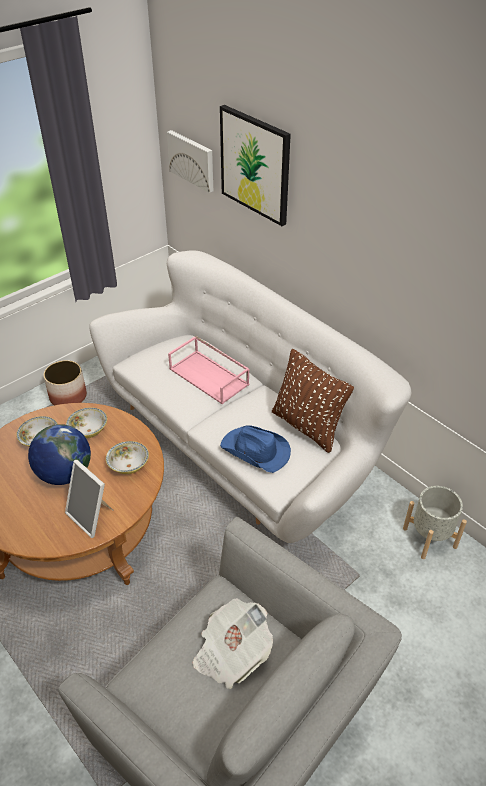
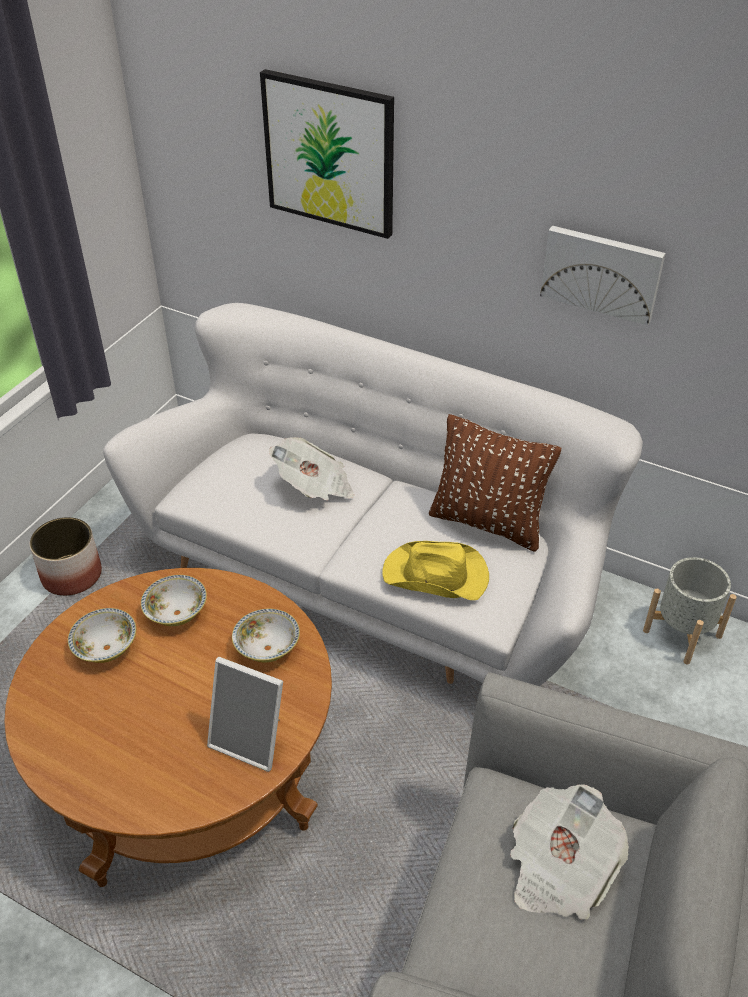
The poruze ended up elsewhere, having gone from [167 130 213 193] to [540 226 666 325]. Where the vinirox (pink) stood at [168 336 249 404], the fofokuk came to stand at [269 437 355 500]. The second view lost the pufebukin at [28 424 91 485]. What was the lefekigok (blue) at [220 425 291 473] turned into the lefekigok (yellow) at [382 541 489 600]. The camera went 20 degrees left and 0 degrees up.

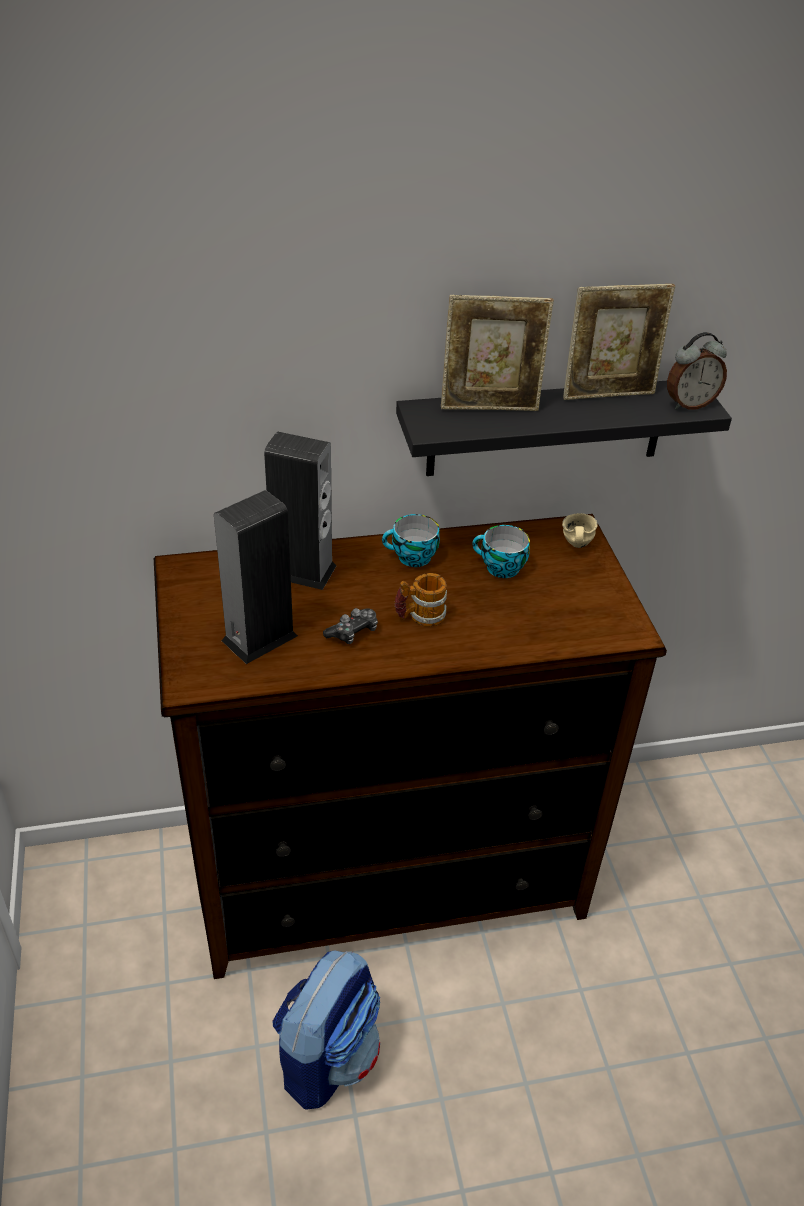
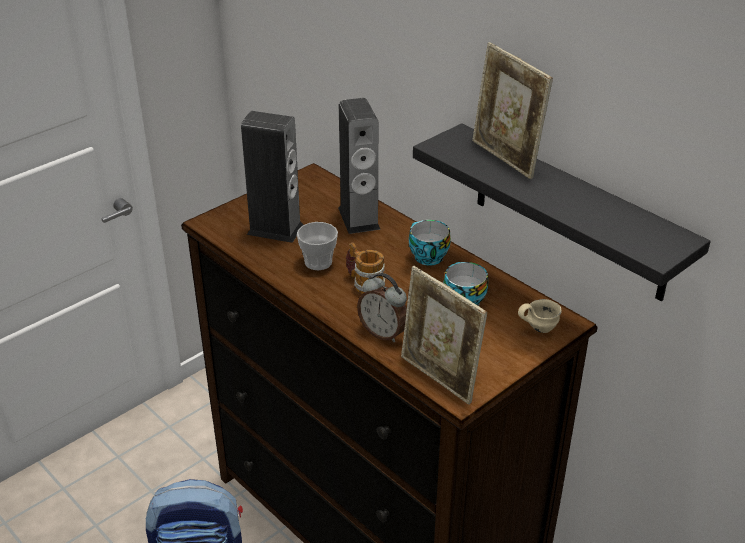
The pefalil ended up elsewhere, having gone from [563 284 675 400] to [401 266 487 405]. The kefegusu ended up elsewhere, having gone from [667 332 727 410] to [357 273 407 342]. Where the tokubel stood at [323 608 378 644], the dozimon came to stand at [297 222 338 270]. The camera went 60 degrees right and 5 degrees down.

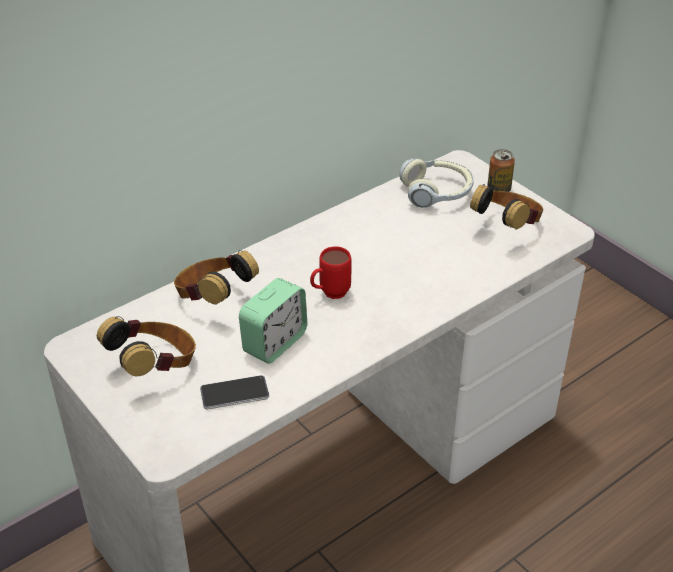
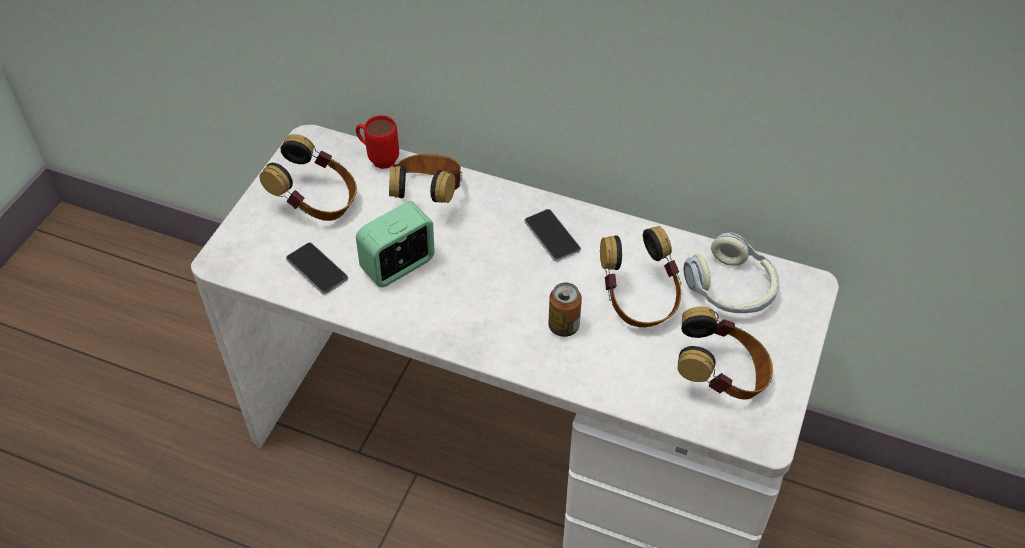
The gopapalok ended up elsewhere, having gone from [487 149 515 192] to [548 282 582 337]. The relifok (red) ended up elsewhere, having gone from [310 246 351 299] to [356 115 399 169]. The kefegusu at [239 278 307 364] ended up facing another way, 135 degrees clockwise from before. The second view gained the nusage at [524 209 581 262]. The second view gained the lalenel at [600 226 681 327]. The camera went 60 degrees right and 10 degrees up.

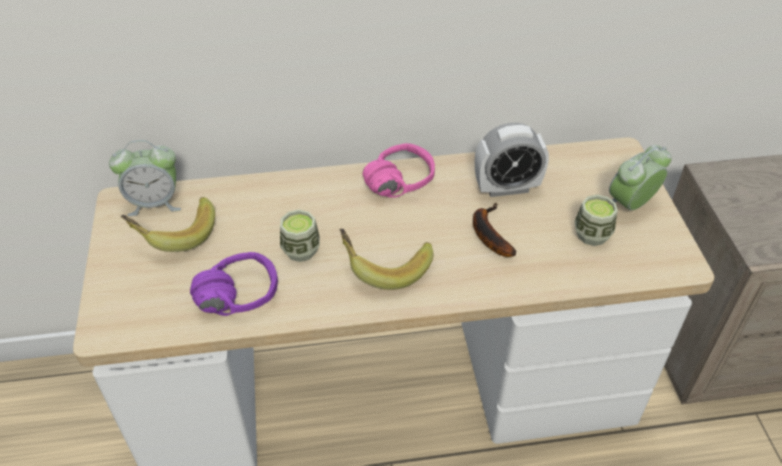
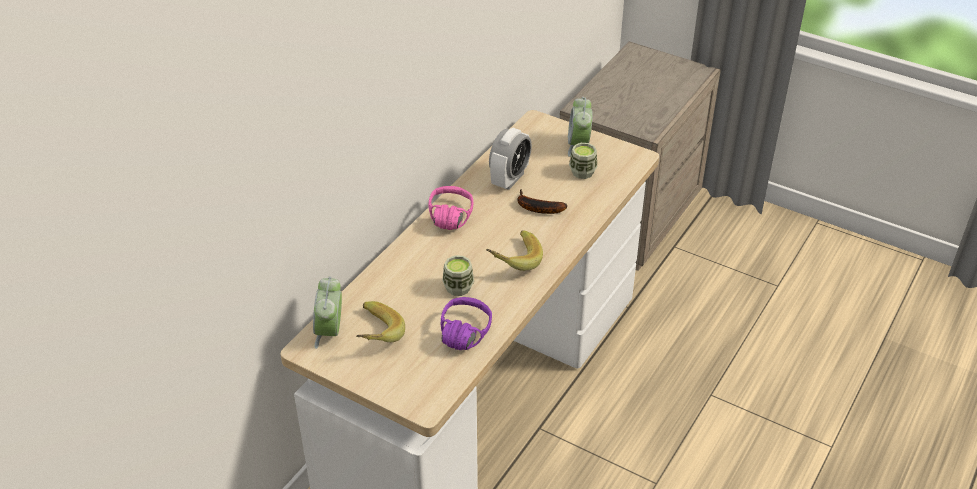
The kefegusu at [109 140 181 216] ended up facing another way, 150 degrees clockwise from before. The camera went 50 degrees left and 5 degrees down.

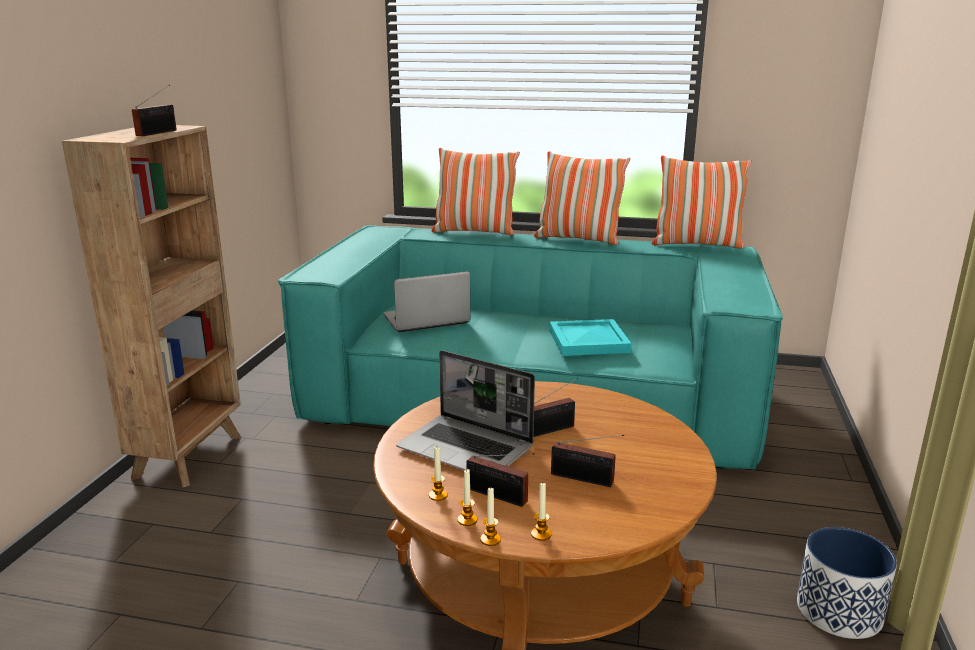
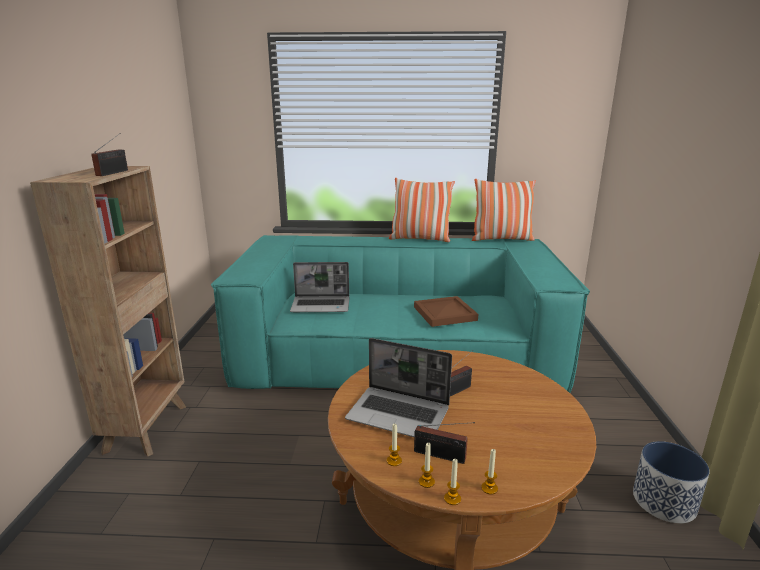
The second view lost the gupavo at [431 148 520 235]. The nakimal at [383 271 470 332] ended up facing another way, 150 degrees counterclockwise from before. What was the vinirox (turquoise) at [549 319 632 356] turned into the vinirox (brown) at [414 296 478 327]. The second view lost the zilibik at [551 435 624 487]. The camera went 10 degrees left and 0 degrees up.

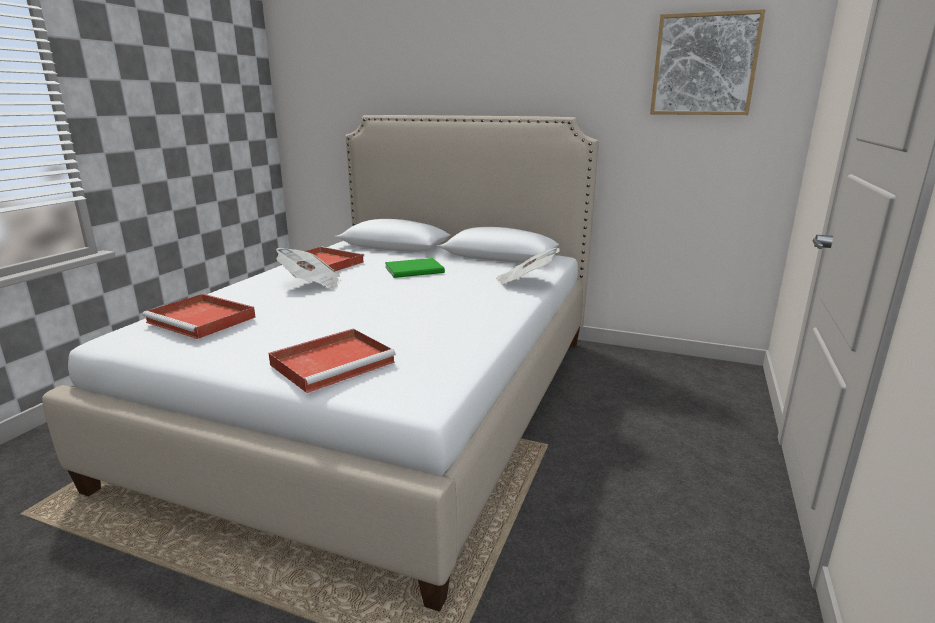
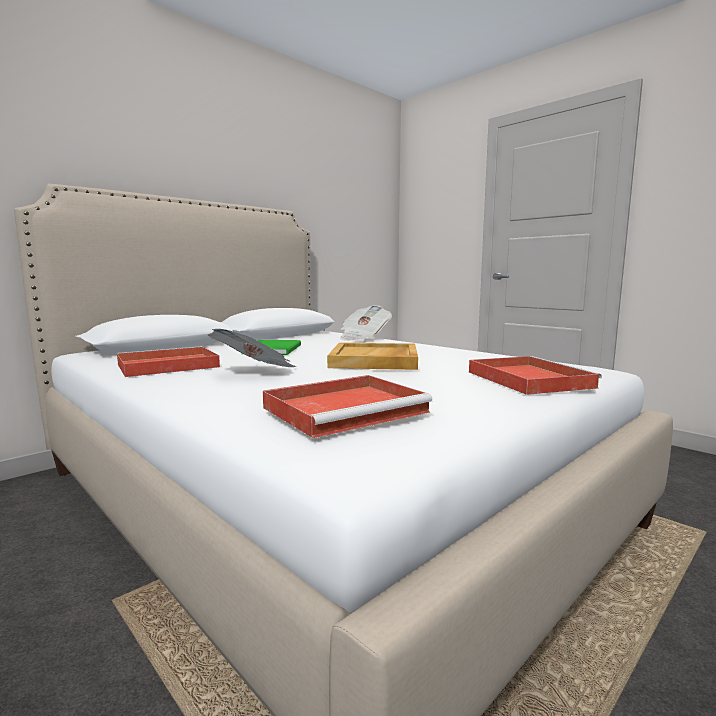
The second view lost the poruze at [650 9 765 115]. The second view gained the vinirox (beige) at [327 343 418 370]. The camera went 65 degrees left and 10 degrees down.

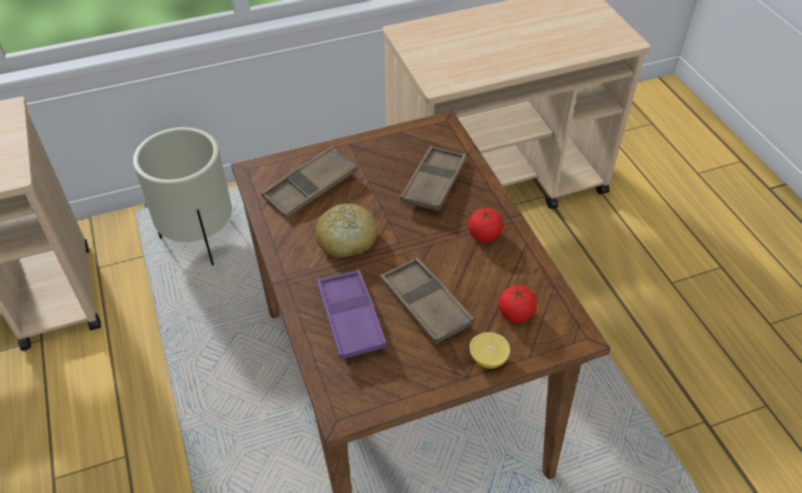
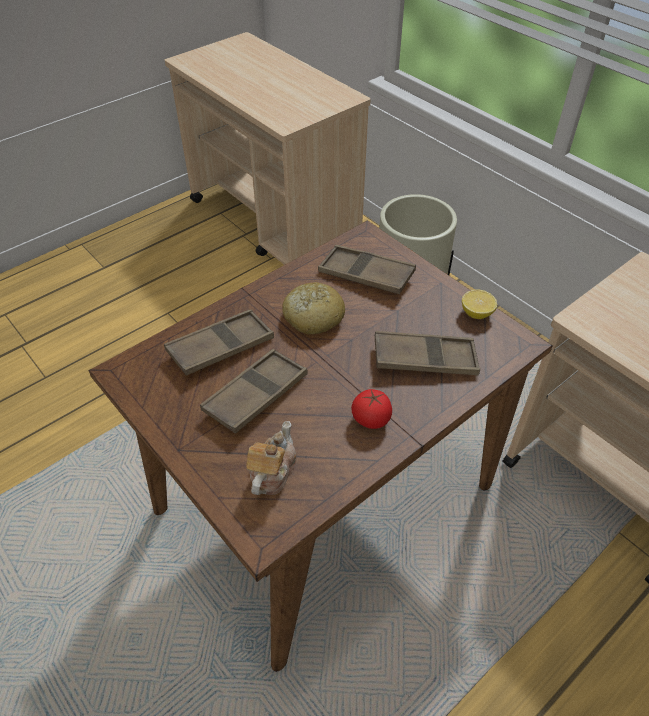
What was the vinirox (purple) at [317 269 387 360] turned into the vinirox (brown) at [164 309 274 376]. Where the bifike stood at [498 285 537 323], the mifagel came to stand at [246 421 296 495]. The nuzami ended up elsewhere, having gone from [470 332 510 369] to [462 290 497 319]. The camera went 70 degrees right and 0 degrees up.

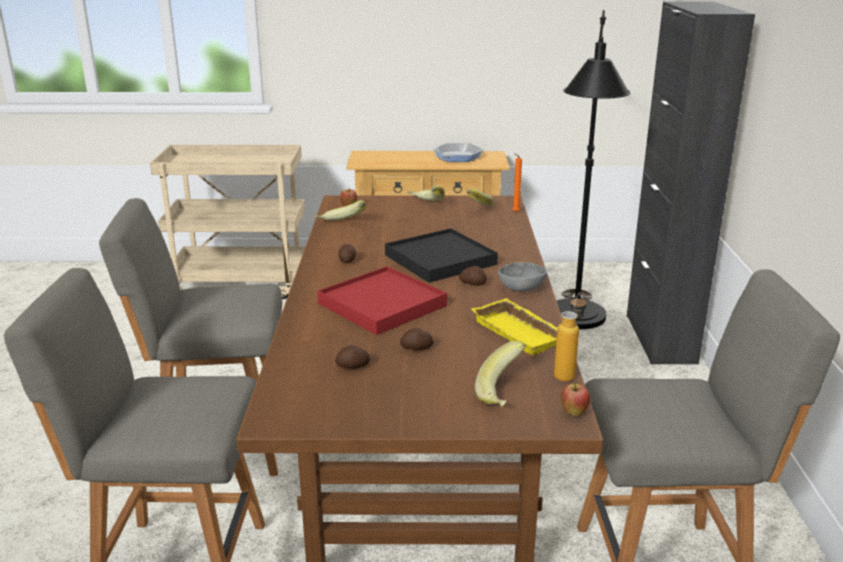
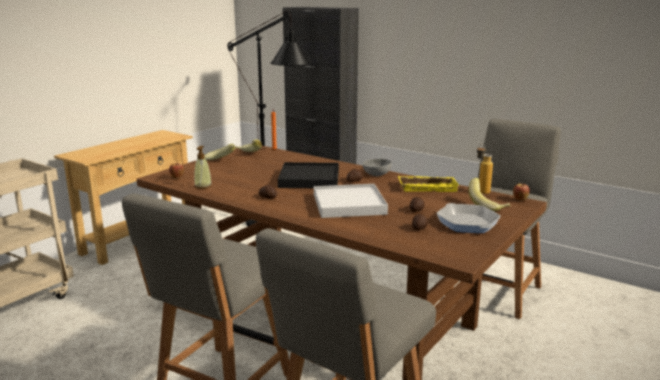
The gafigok ended up elsewhere, having gone from [433 143 483 162] to [437 203 501 233]. Where the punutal stood at [314 200 366 221], the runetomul came to stand at [194 146 212 189]. What was the vinirox (red) at [317 266 447 335] turned into the vinirox (white) at [314 184 388 218]. The camera went 55 degrees left and 5 degrees down.

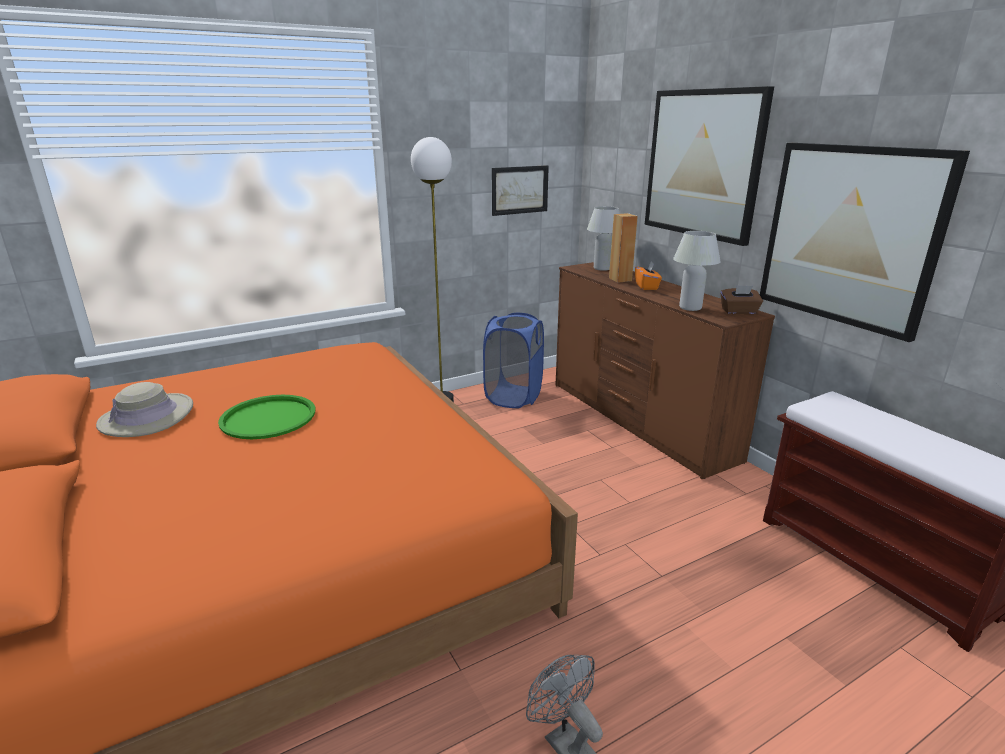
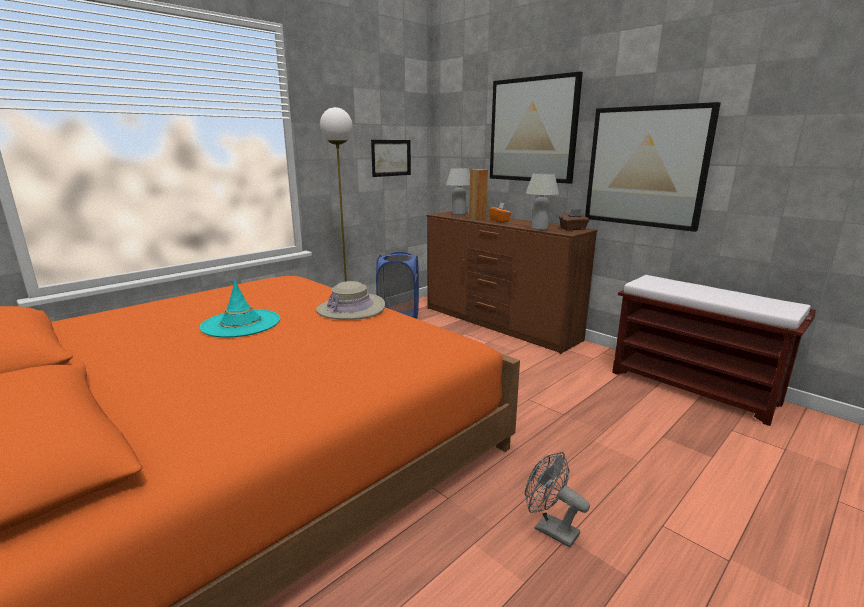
The lefekigok (beige) ended up elsewhere, having gone from [96 382 193 437] to [316 281 385 320]. Where the vinirox (green) stood at [218 395 315 439], the lefekigok (turquoise) came to stand at [200 279 280 337]. The camera went 15 degrees left and 5 degrees down.

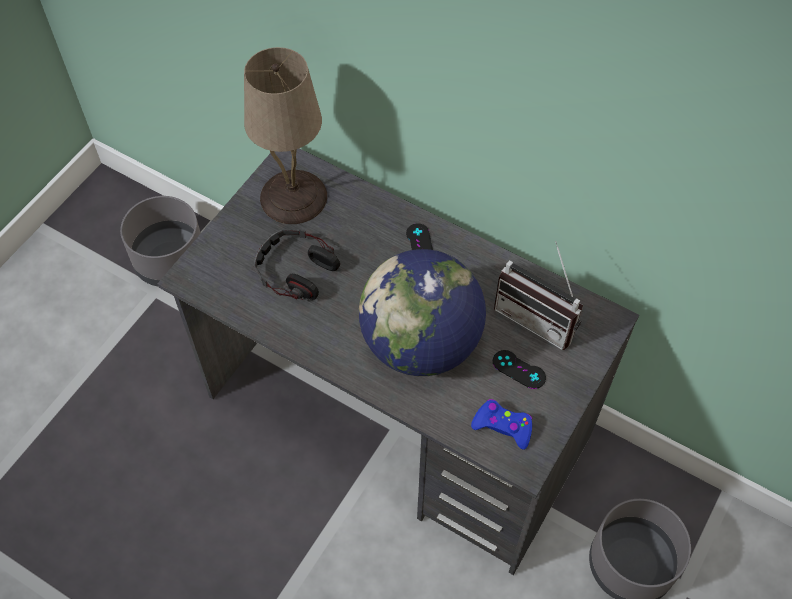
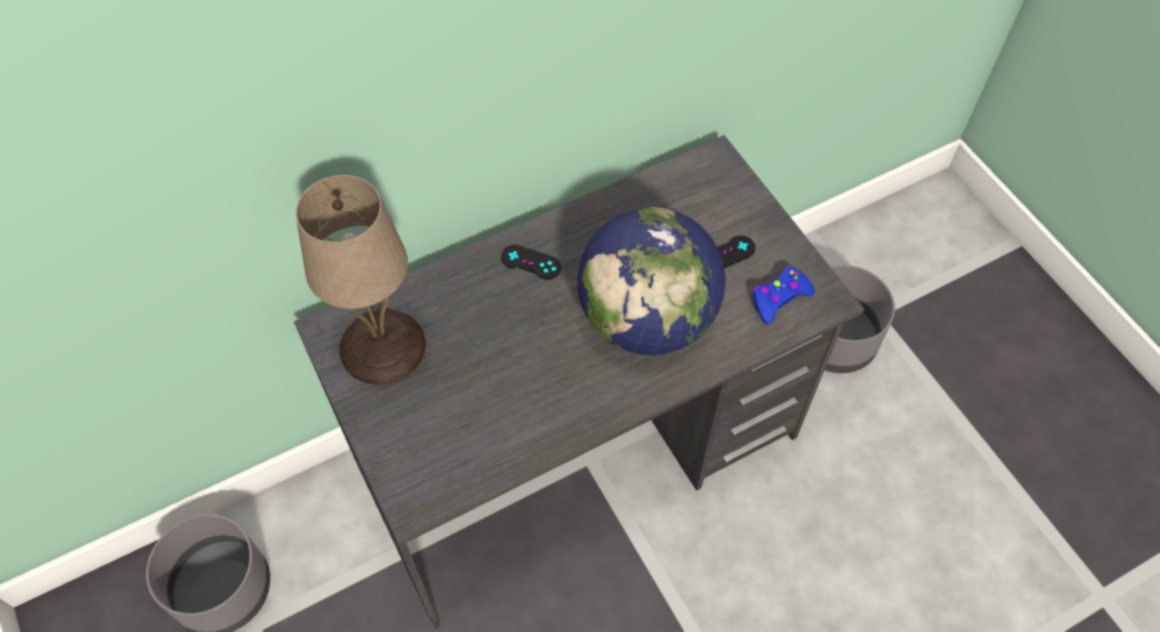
The second view lost the lalenel at [254 229 340 300]. The second view lost the zilibik at [494 241 583 350]. The camera went 60 degrees left and 0 degrees up.

